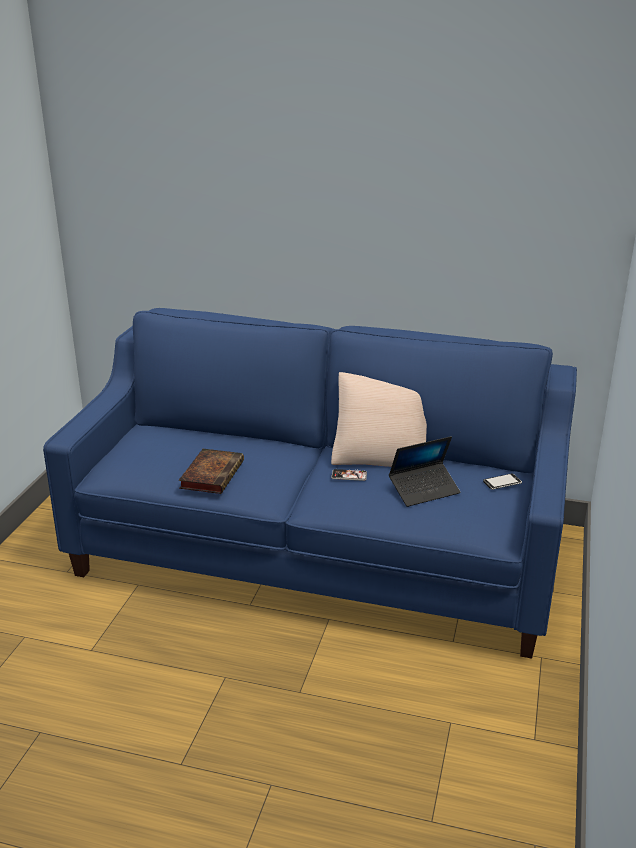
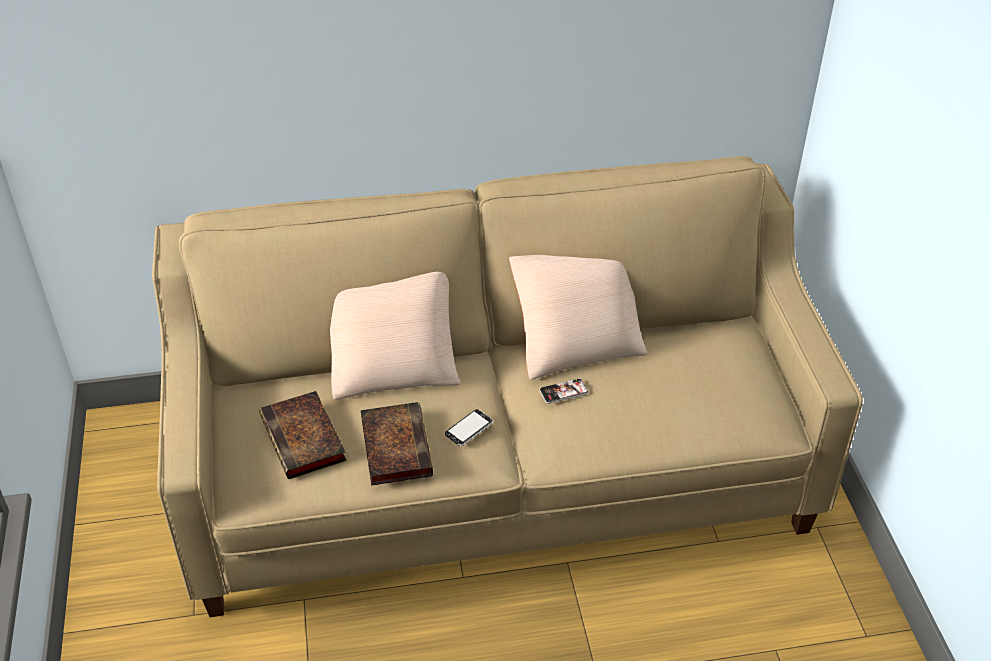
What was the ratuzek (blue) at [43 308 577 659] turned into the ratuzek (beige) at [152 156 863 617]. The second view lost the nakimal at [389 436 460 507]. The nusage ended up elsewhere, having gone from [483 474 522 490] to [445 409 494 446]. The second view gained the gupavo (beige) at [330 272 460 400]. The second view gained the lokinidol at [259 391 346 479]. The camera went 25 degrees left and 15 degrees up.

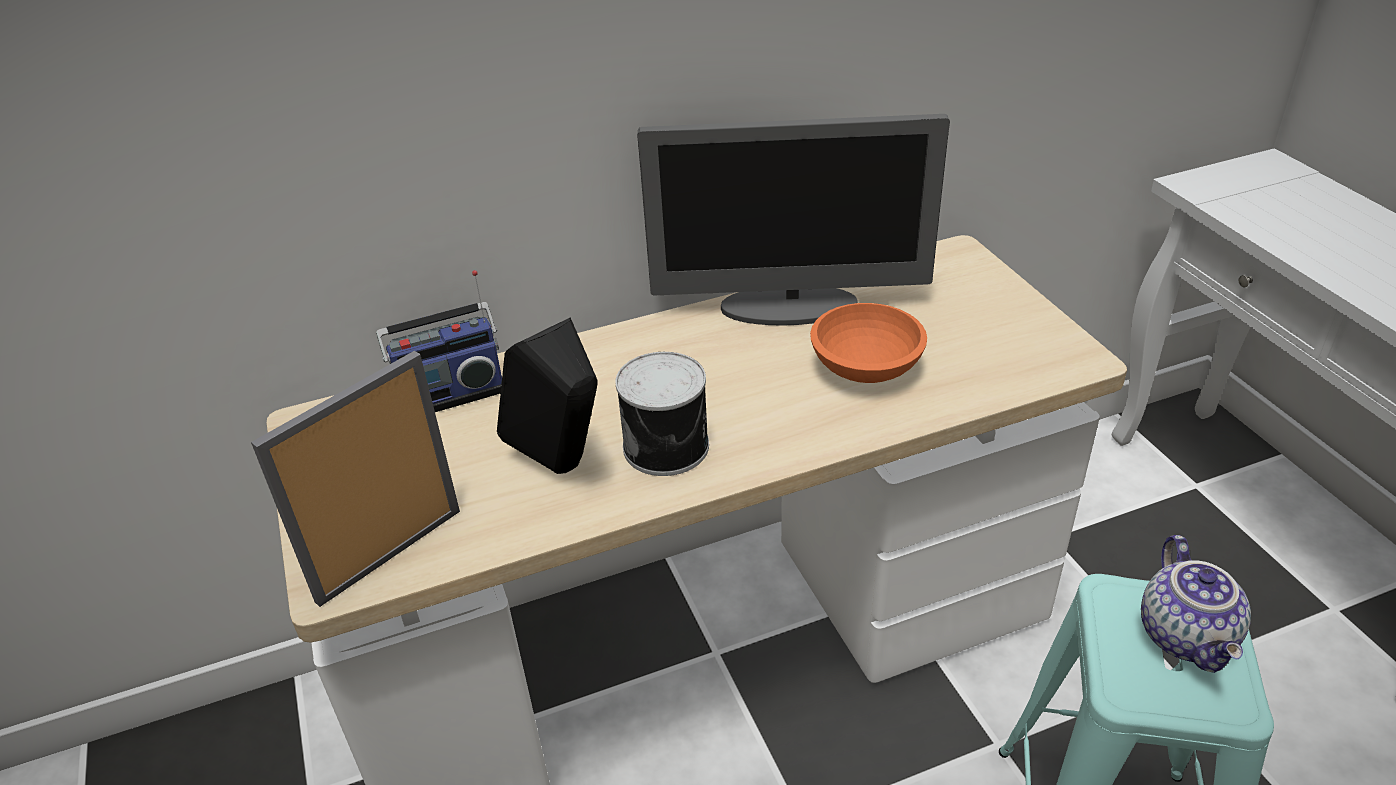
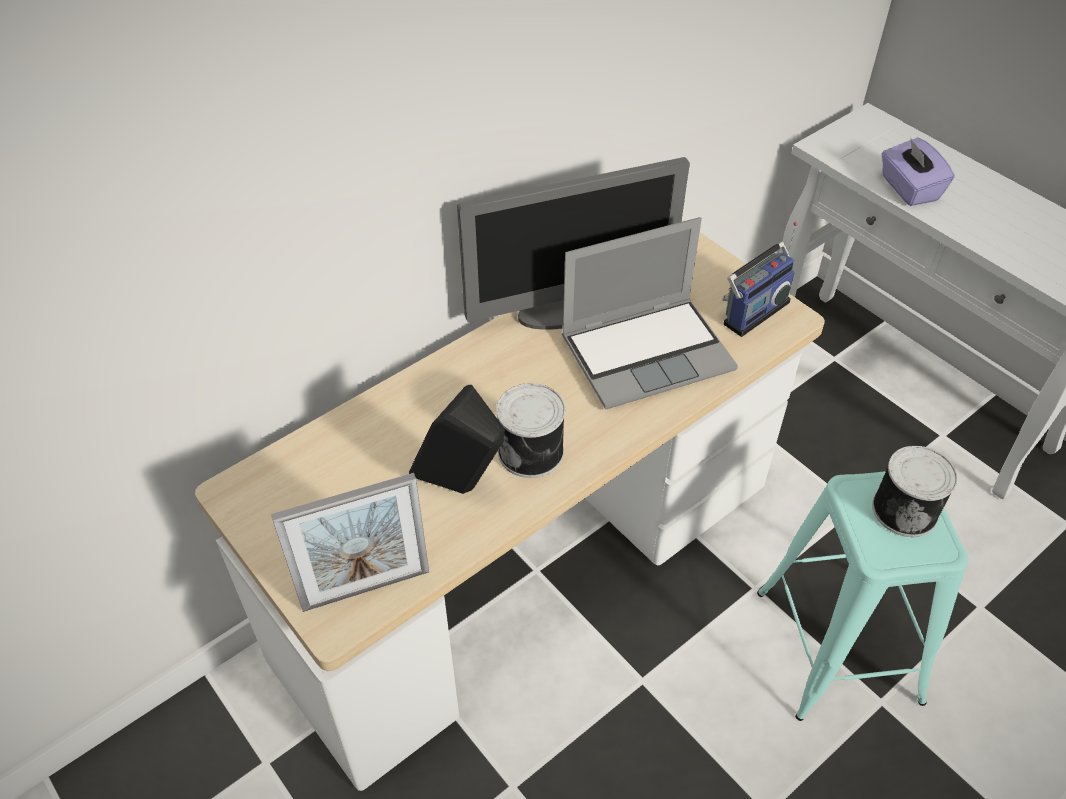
The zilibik ended up elsewhere, having gone from [376 270 502 412] to [723 222 798 337]. Where the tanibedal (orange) stood at [810 303 927 383], the nakimal came to stand at [562 217 738 410]. The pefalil at [251 351 460 607] ended up facing another way, 135 degrees counterclockwise from before. Where the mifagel stood at [1141 535 1251 673], the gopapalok came to stand at [872 446 958 537]. The second view gained the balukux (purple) at [882 137 955 206]. The camera went 20 degrees left and 10 degrees up.

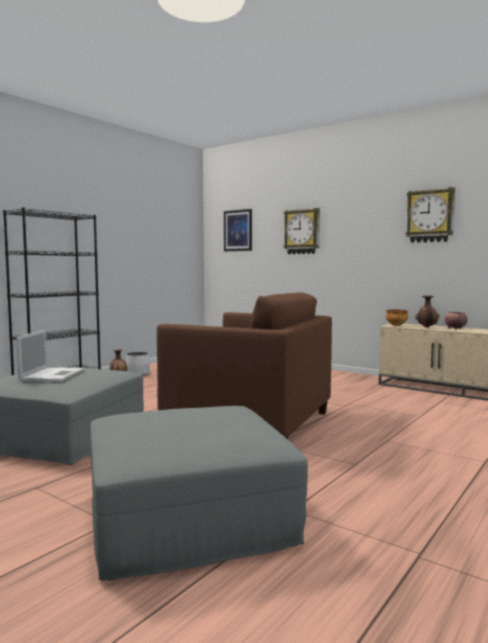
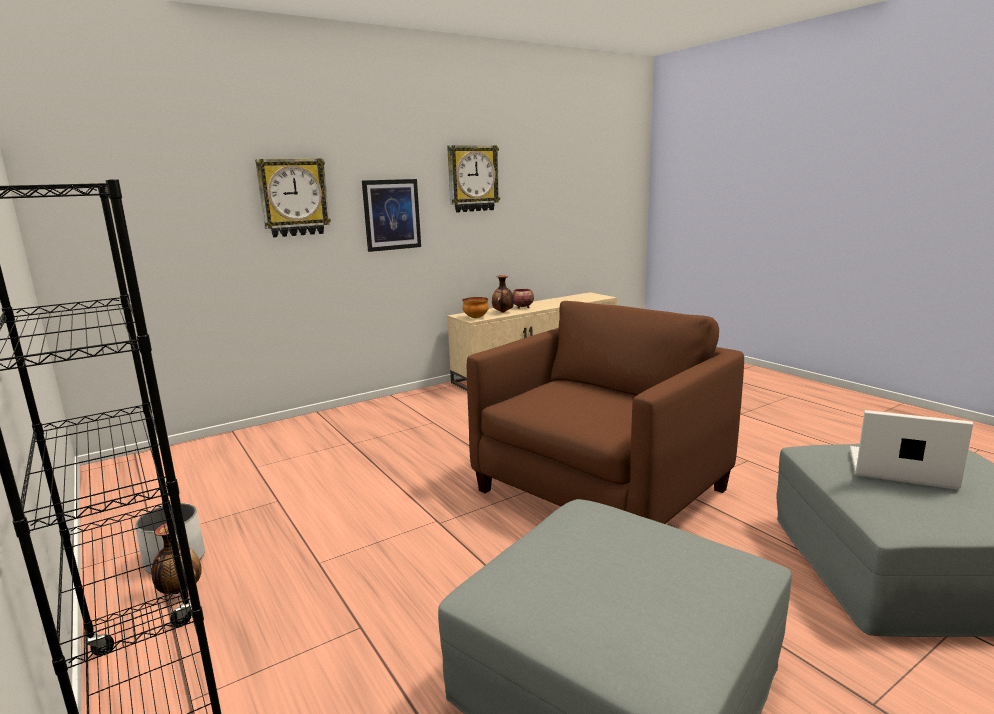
The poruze ended up elsewhere, having gone from [224 209 252 251] to [362 179 421 252]. The nakimal ended up elsewhere, having gone from [16 330 84 382] to [850 410 973 490]. The camera went 70 degrees left and 10 degrees up.

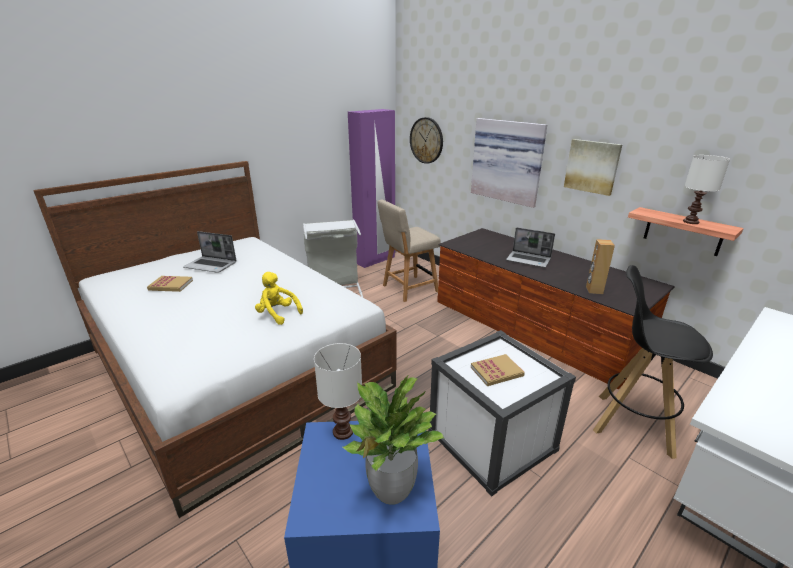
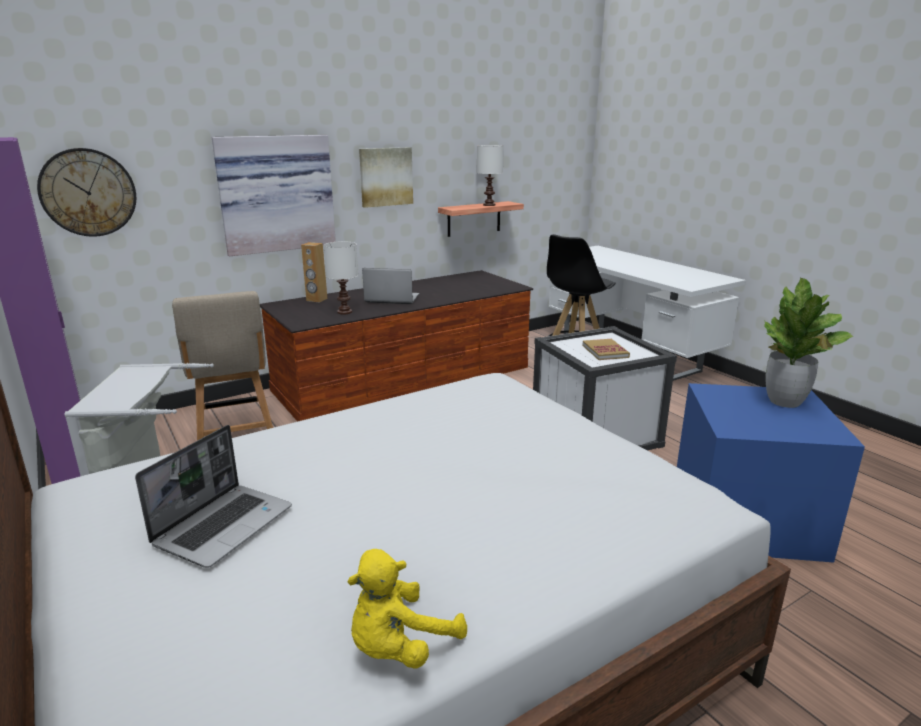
The nakimal at [506 227 555 268] ended up facing another way, 120 degrees counterclockwise from before. The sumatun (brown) ended up elsewhere, having gone from [586 239 615 294] to [301 242 327 302]. The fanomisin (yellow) ended up elsewhere, having gone from [255 272 303 325] to [347 549 467 669]. The second view lost the lokinidol at [147 276 193 292]. The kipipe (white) ended up elsewhere, having gone from [314 343 362 440] to [324 241 358 314]. The camera went 80 degrees left and 5 degrees down.

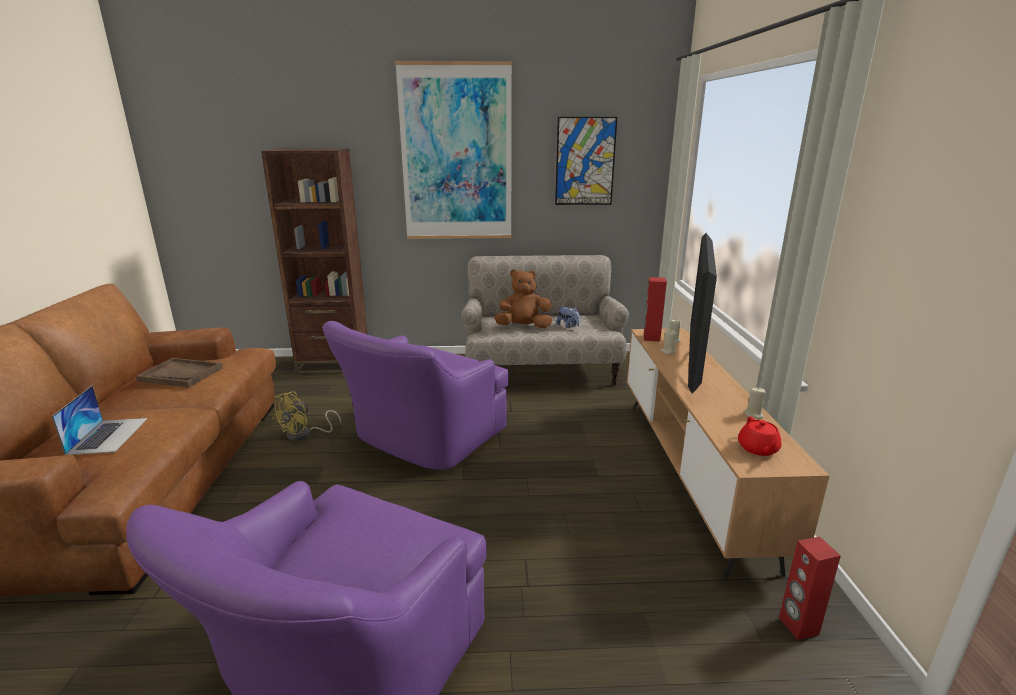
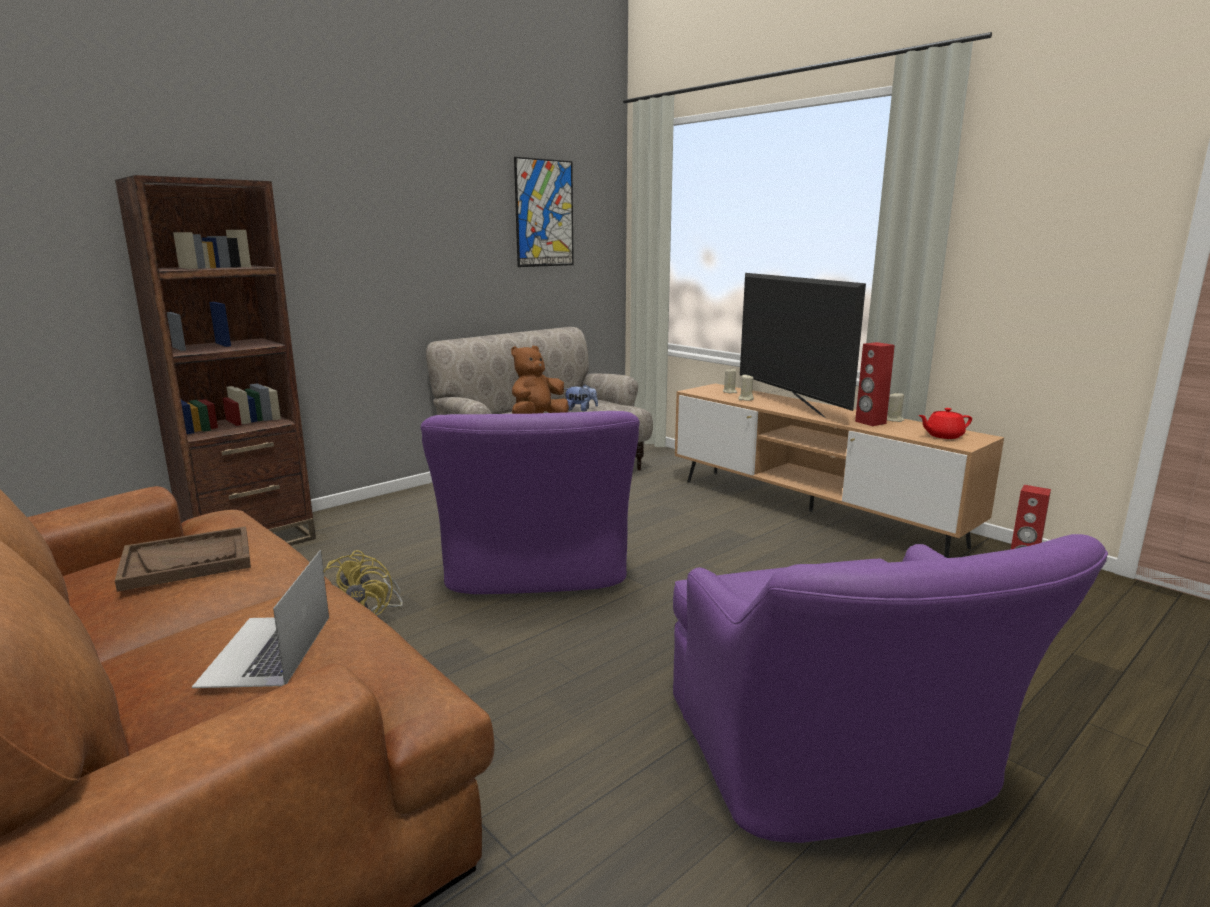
The second view lost the poruze at [395 61 512 239]. The sumatun (red) ended up elsewhere, having gone from [644 277 667 342] to [855 342 895 426]. The nakimal at [52 386 148 455] ended up facing another way, 135 degrees counterclockwise from before. The mifagel (red) at [738 416 782 456] ended up facing another way, 120 degrees clockwise from before. The camera went 40 degrees left and 5 degrees down.

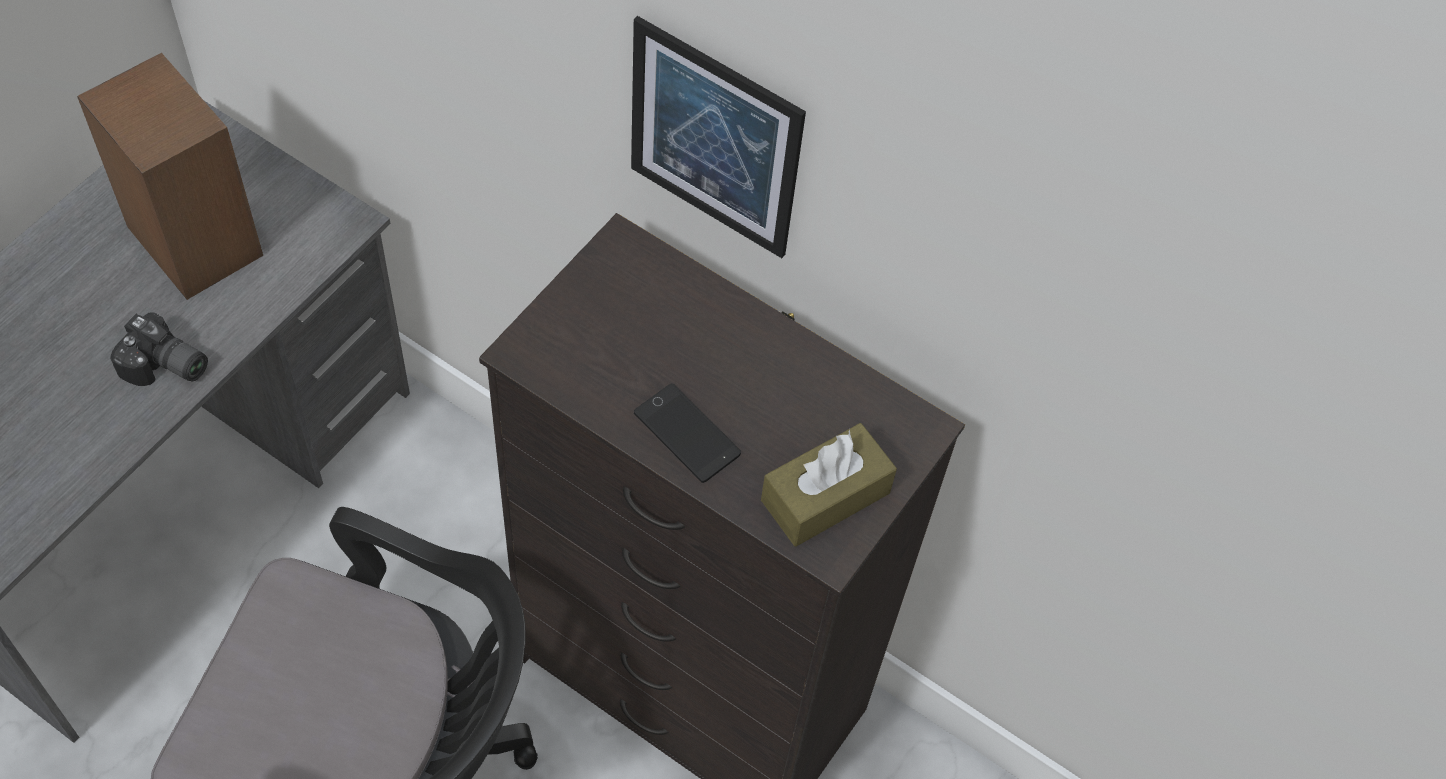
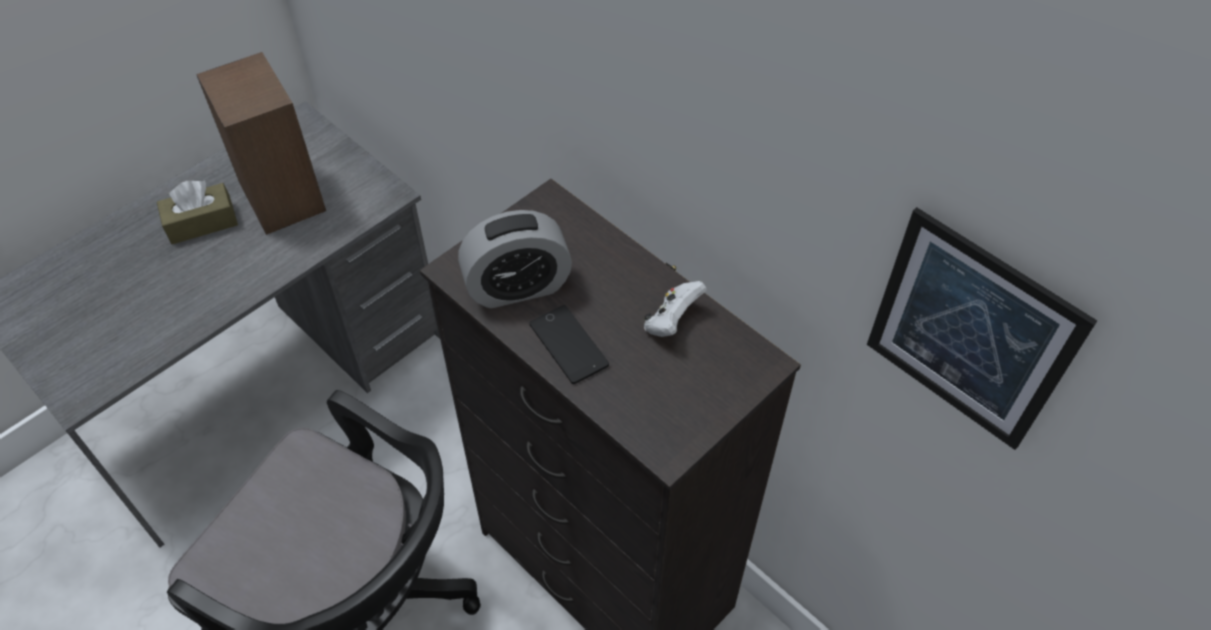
The poruze ended up elsewhere, having gone from [631 16 806 258] to [867 207 1097 450]. The second view lost the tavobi at [110 312 208 386]. The balukux (brown) ended up elsewhere, having gone from [761 423 897 547] to [157 180 238 244]. The second view gained the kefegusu at [458 210 572 308]. The second view gained the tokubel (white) at [643 281 707 337]. The camera went 15 degrees right and 5 degrees down.

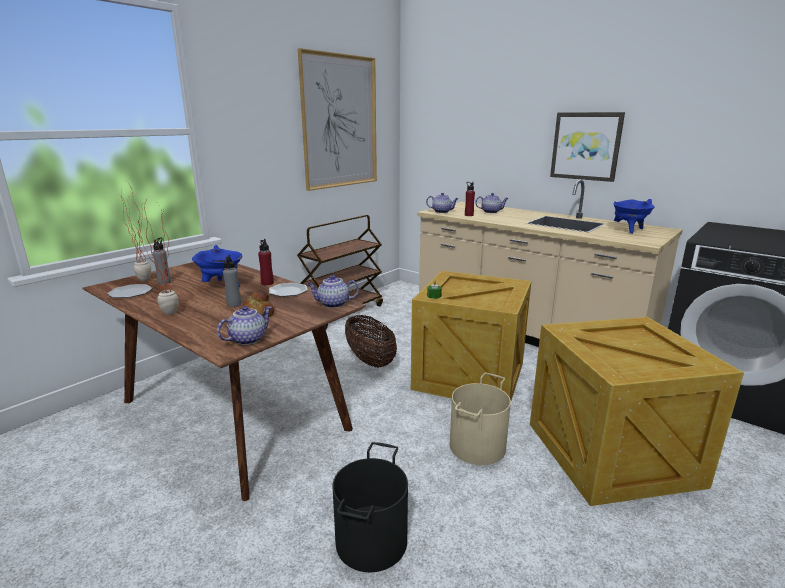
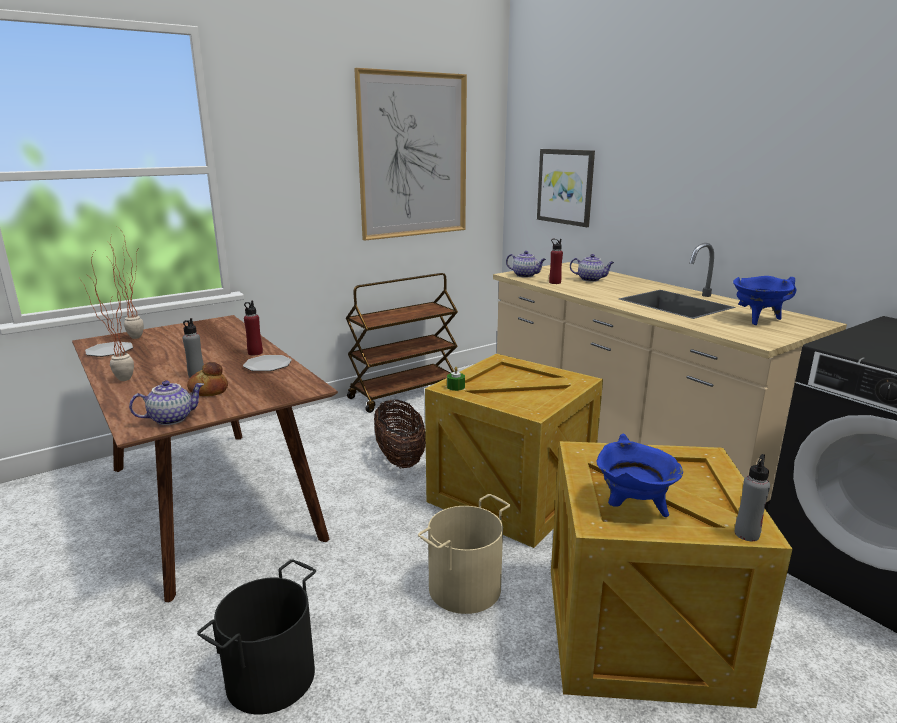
The poruze ended up elsewhere, having gone from [550 112 625 182] to [537 149 595 227]. The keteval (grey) ended up elsewhere, having gone from [153 238 171 284] to [735 454 770 541]. The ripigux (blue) ended up elsewhere, having gone from [192 245 242 287] to [596 434 683 517]. The second view lost the mifagel at [307 275 359 308]. The camera went 15 degrees right and 0 degrees up.

